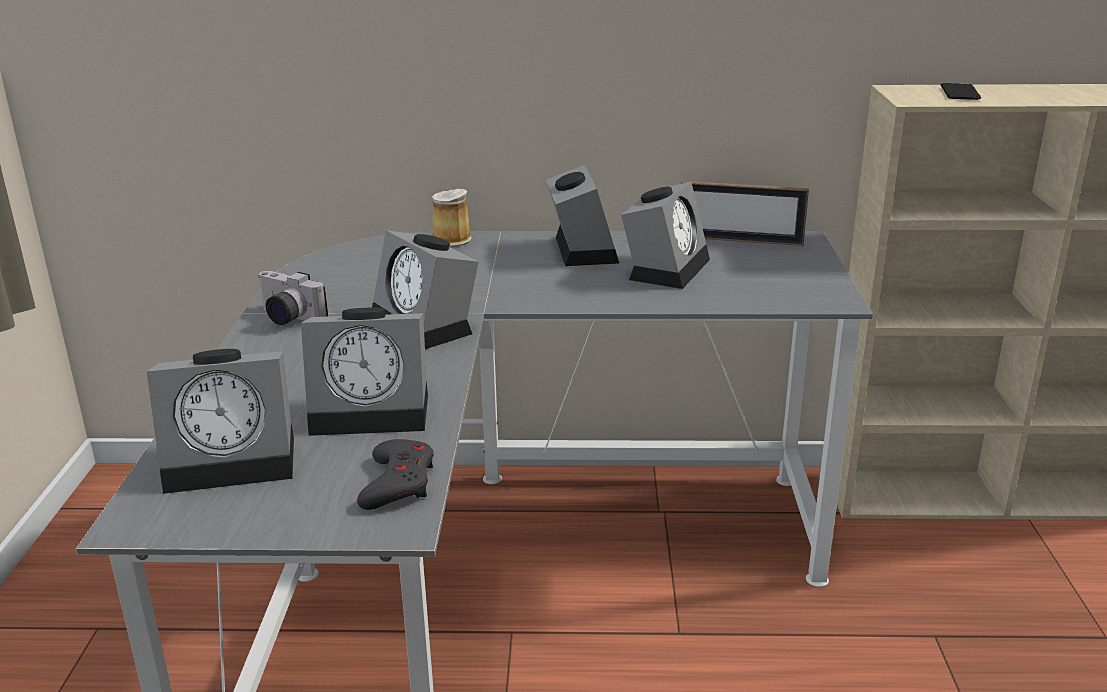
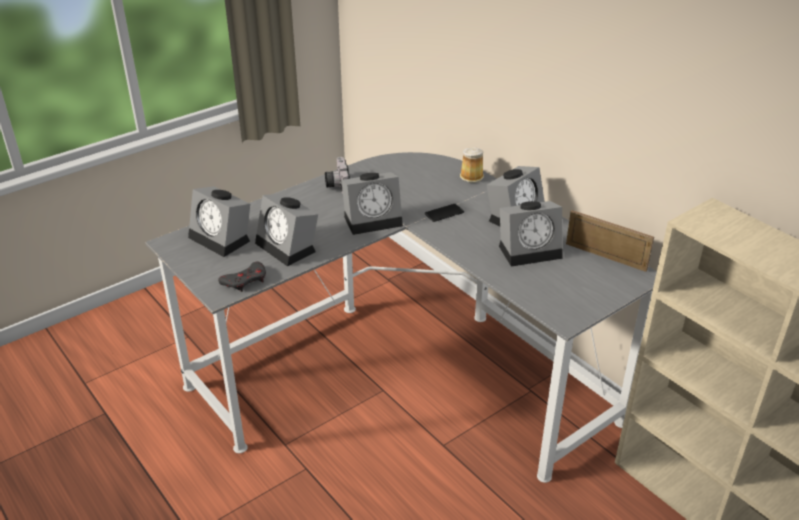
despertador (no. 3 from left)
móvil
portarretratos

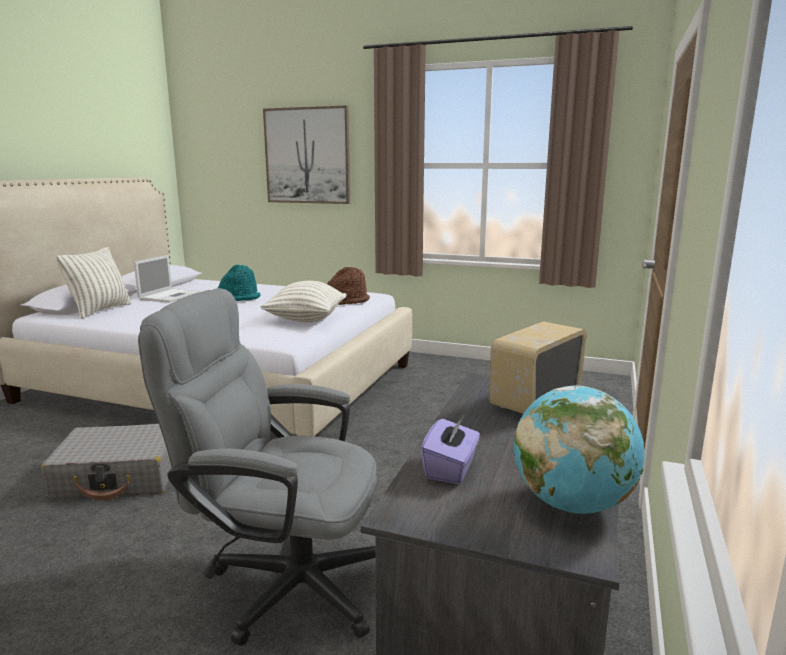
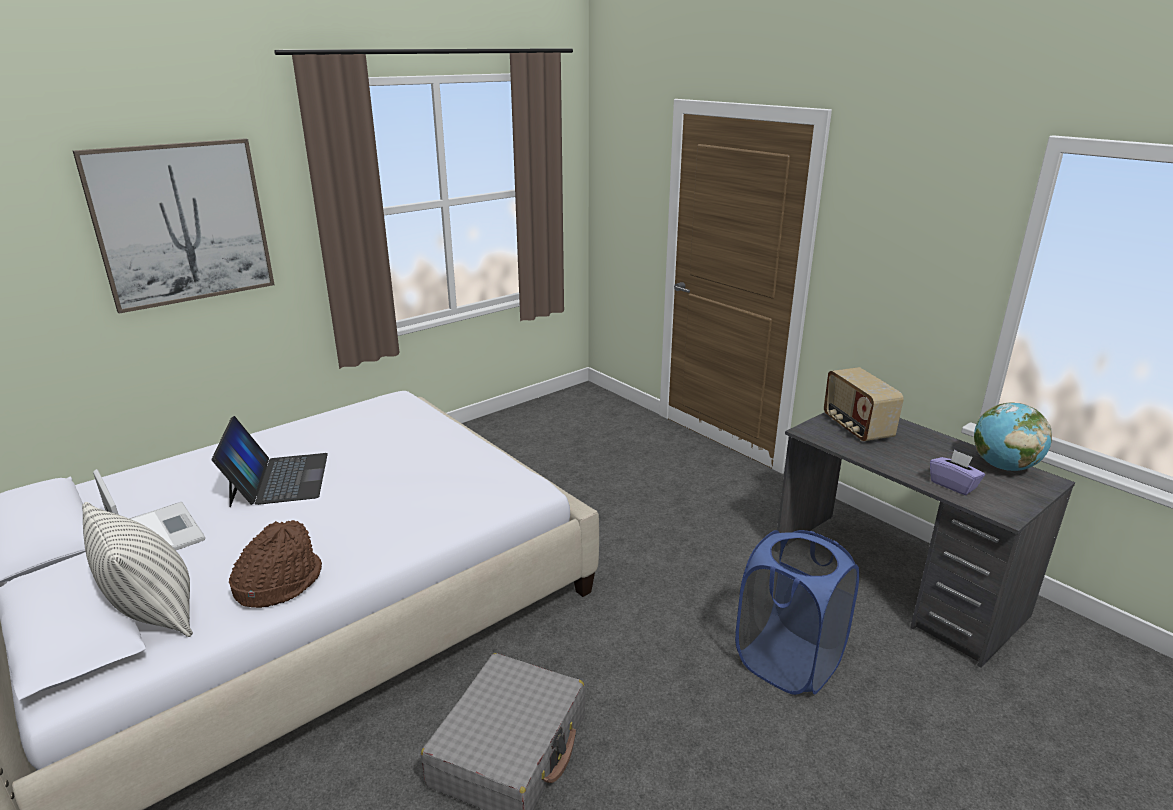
portátil (no. 2 from left)
sombrero [marrón]
cesto de la ropa [azul]
cojín (no. 2 from left in the first image)

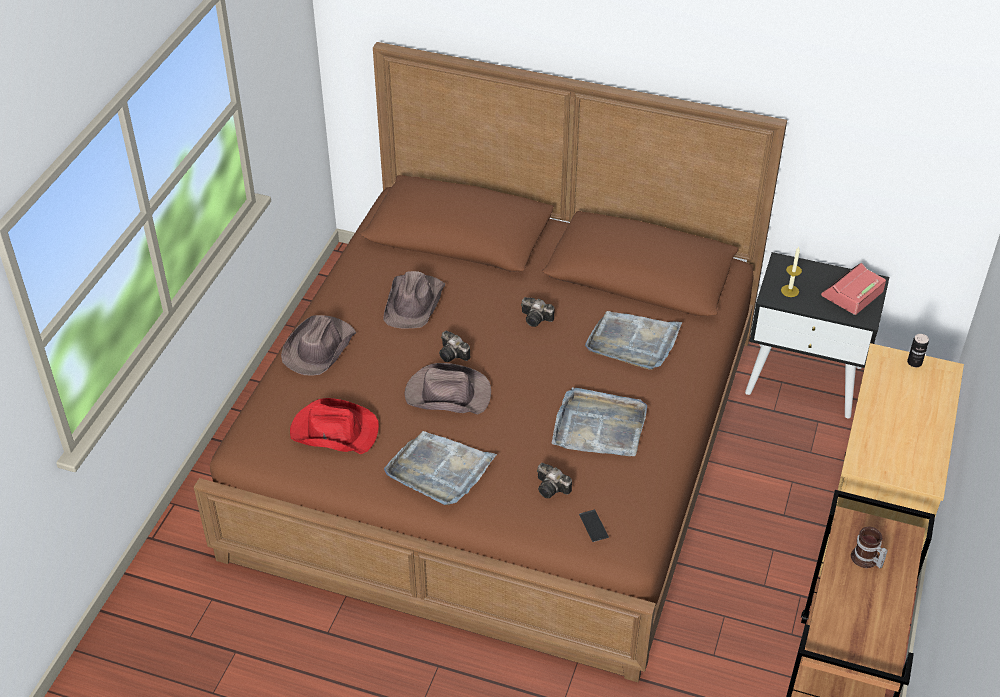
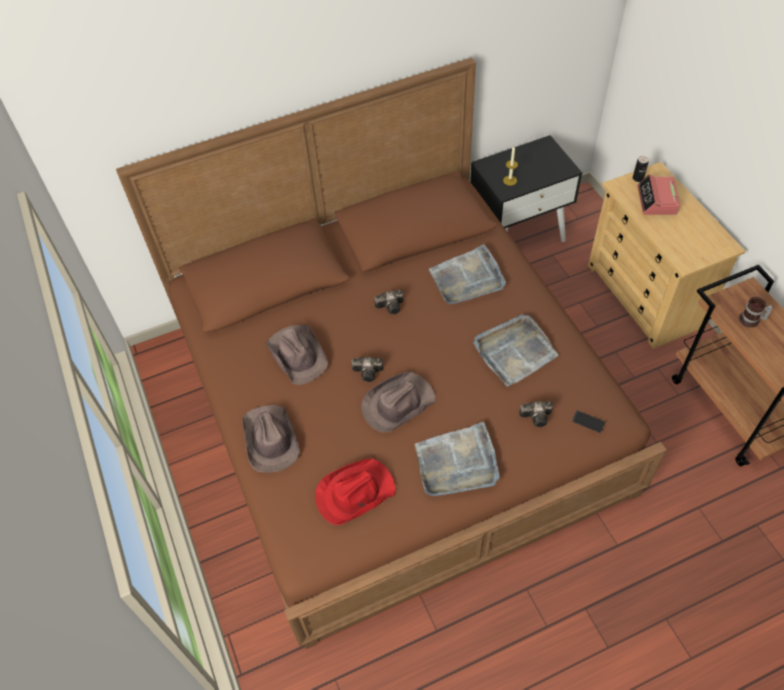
despertador

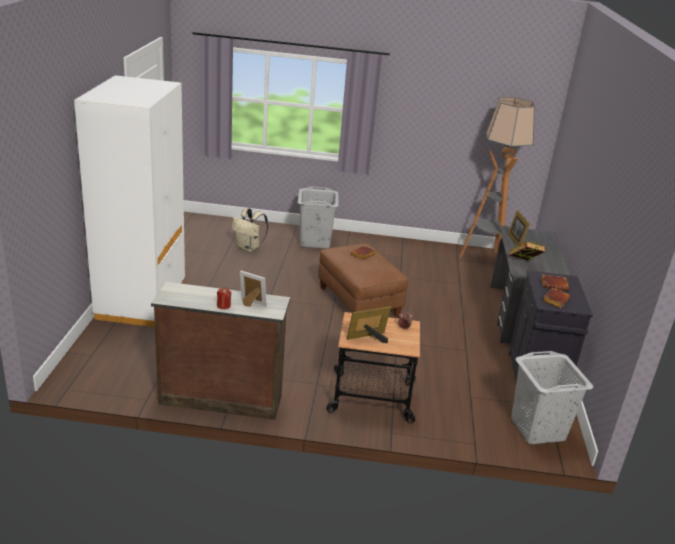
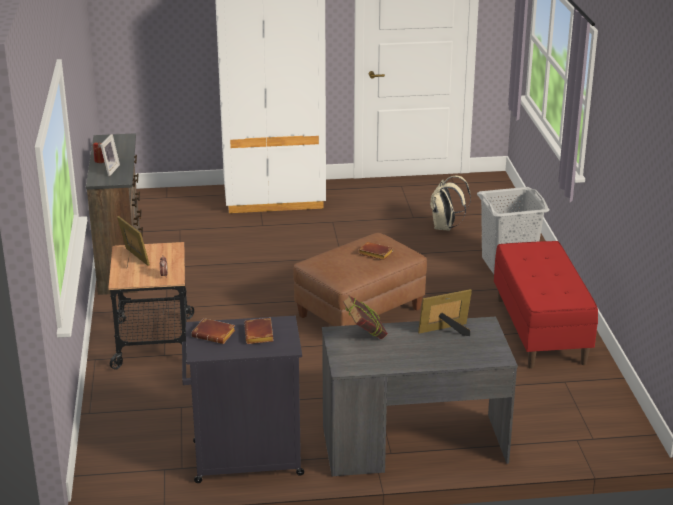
banco [rojo]
lámpara de pie
cesto de la ropa [gris] (no. 2 from left in the first image)

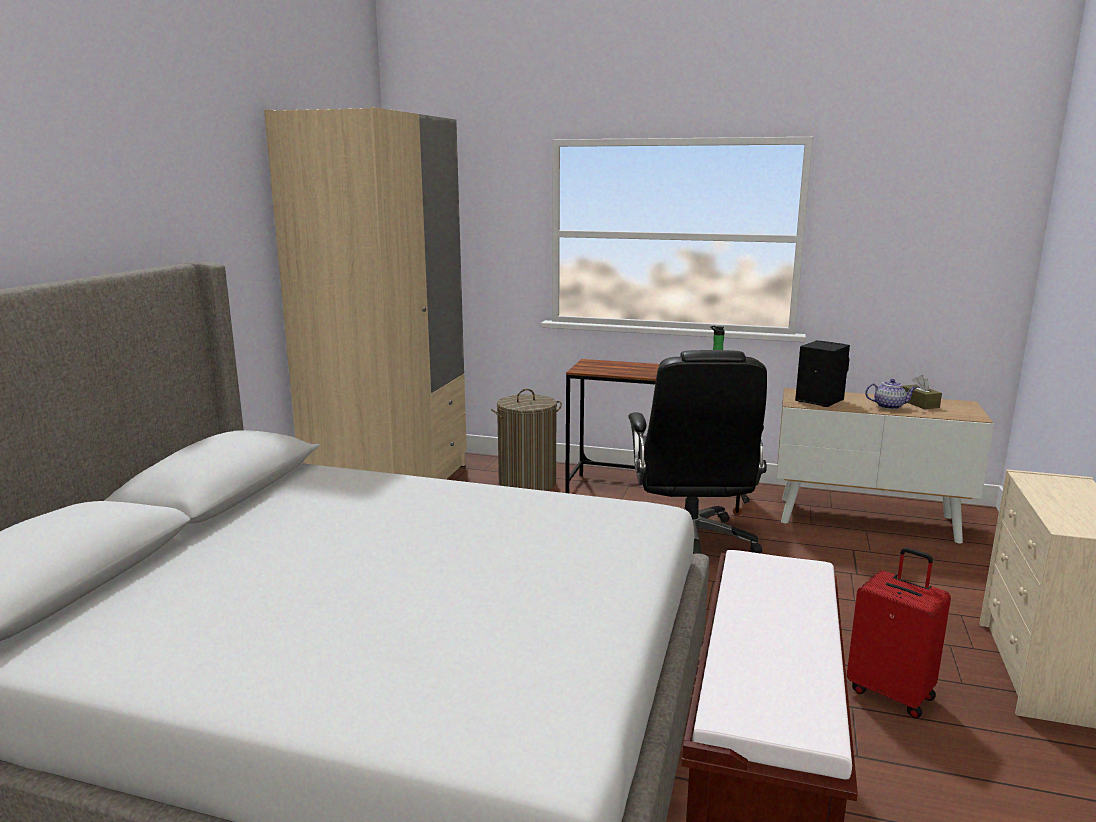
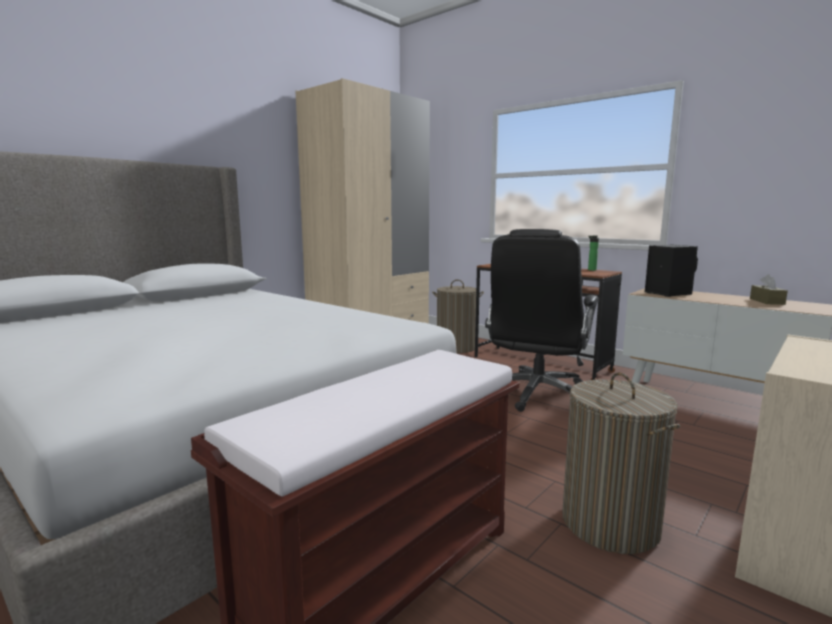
cesto de la ropa (no. 2 from left)
tetera

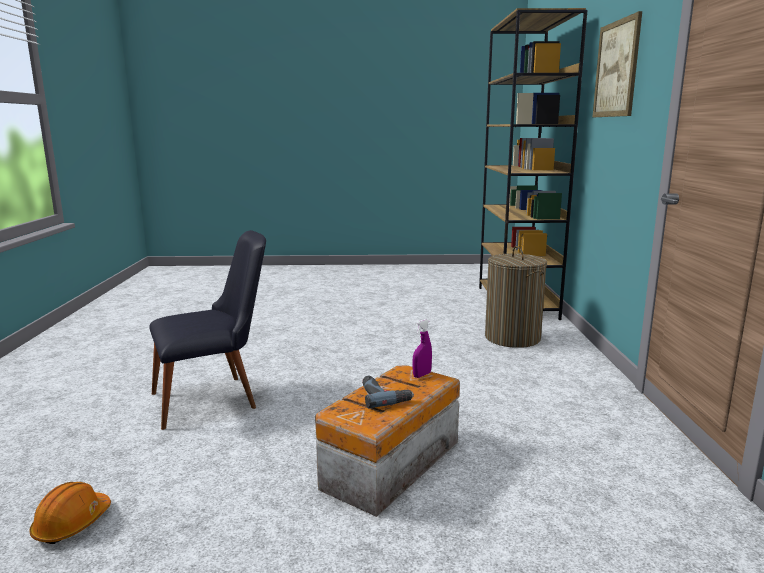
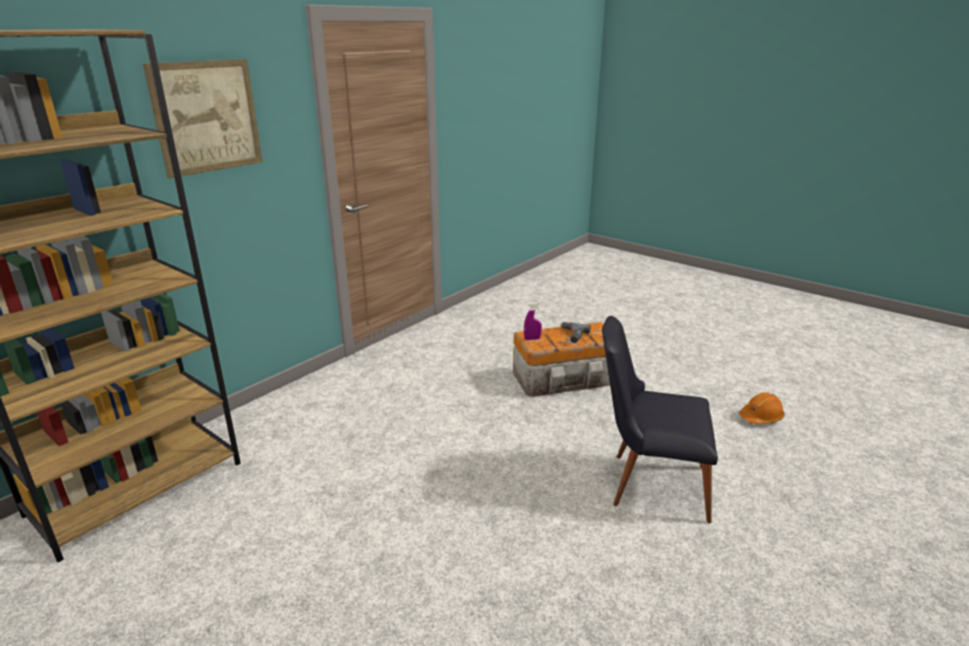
cesto de la ropa

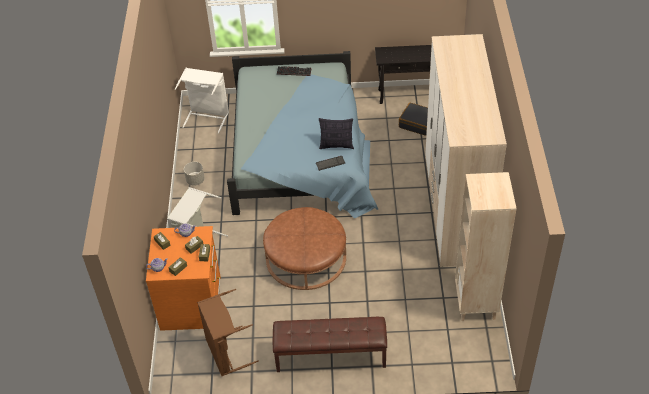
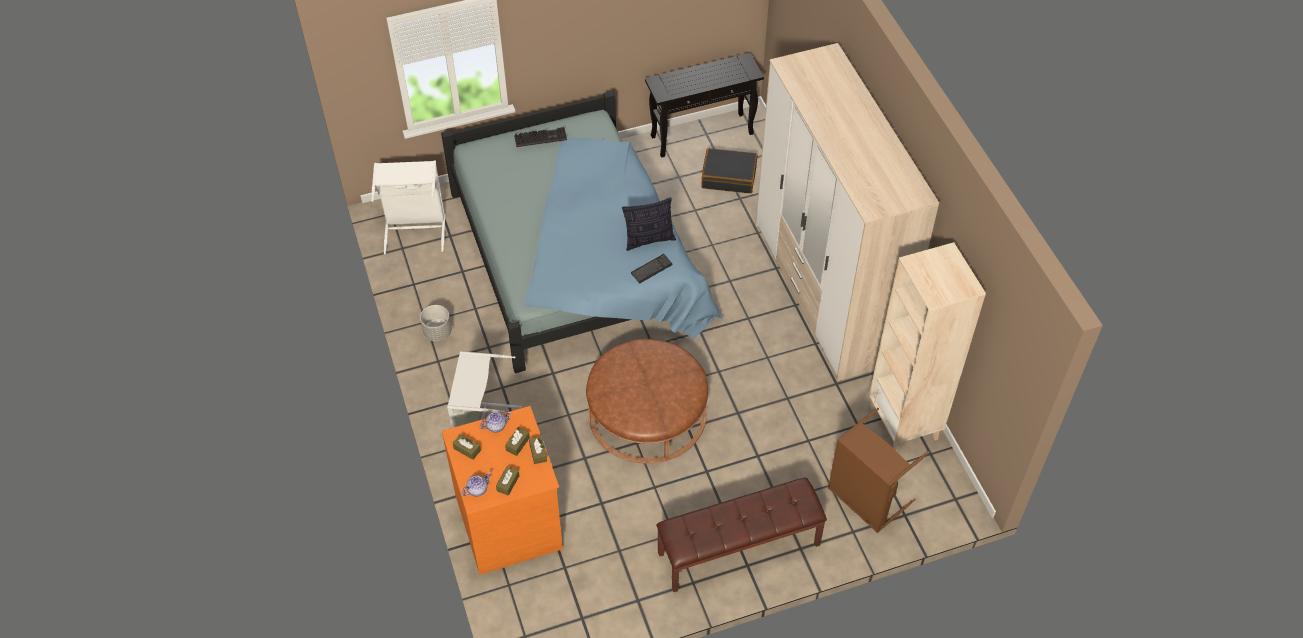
cesto de la ropa [marrón]

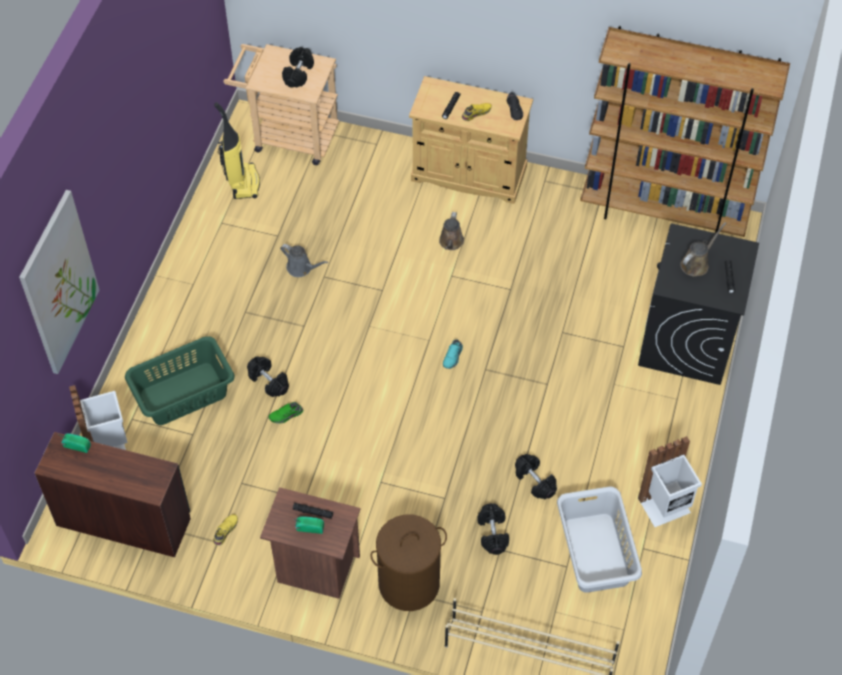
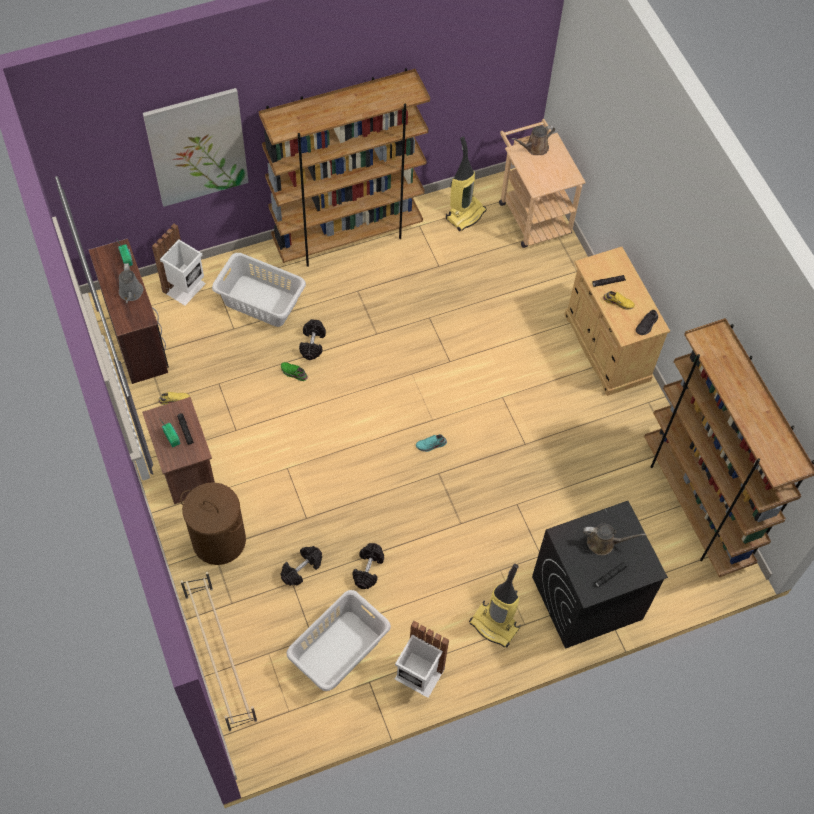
regadera [gris]
cesto de la ropa [gris] (no. 1 from left)
estantería [marrón] (no. 1 from left)
aspiradora (no. 2 from left)
regadera [marrón] (no. 1 from left)
mancuerna [negro] (no. 2 from left in the first image)

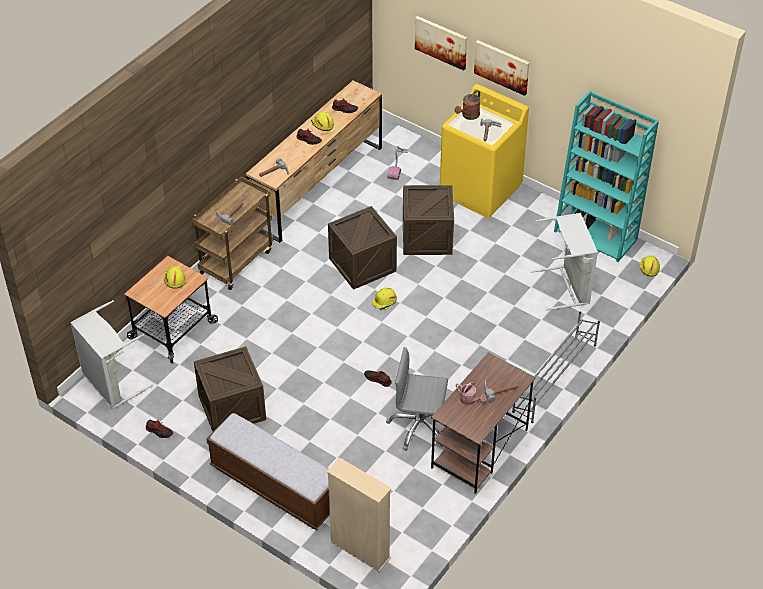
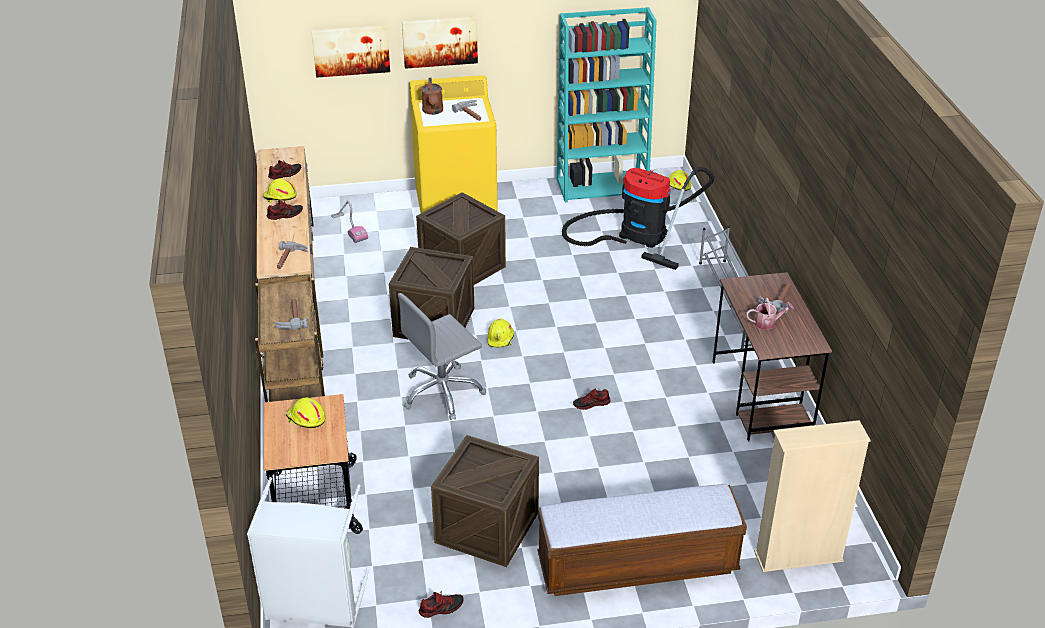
silla de oficina [gris]
aspiradora (no. 2 from left)

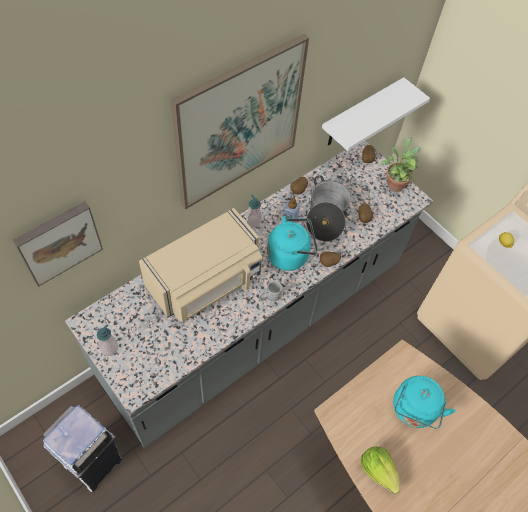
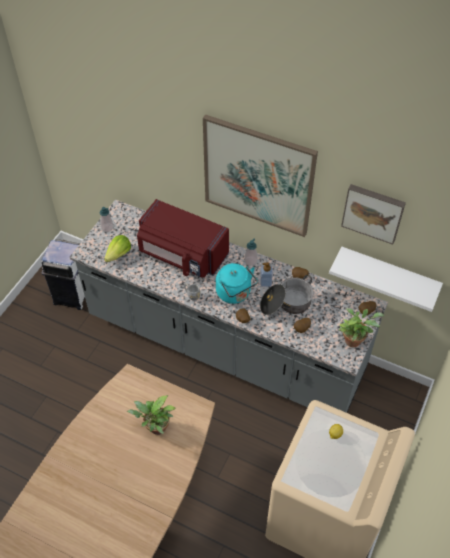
lechuga
planta en maceta (no. 1 from left)
microondas [rojo]
cuadro (no. 2 from left)

